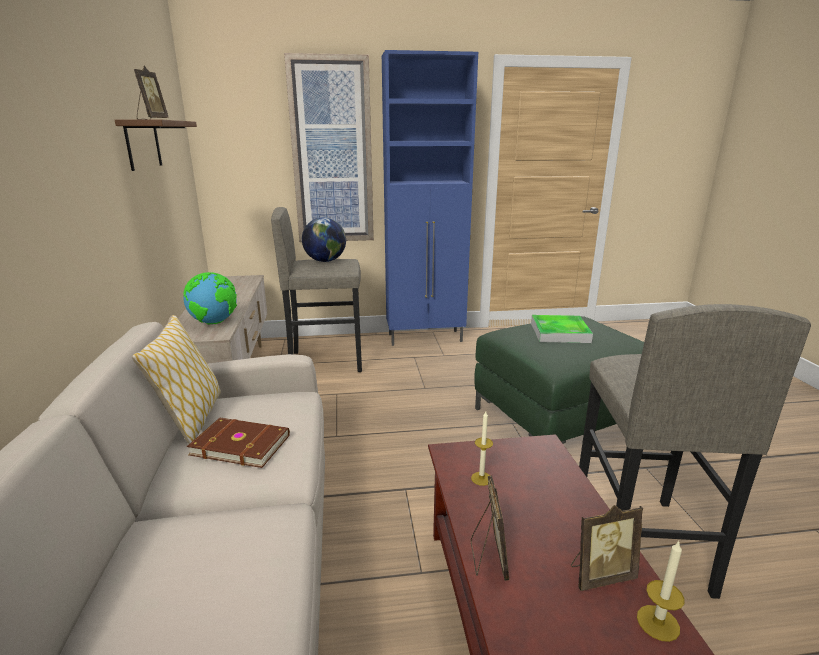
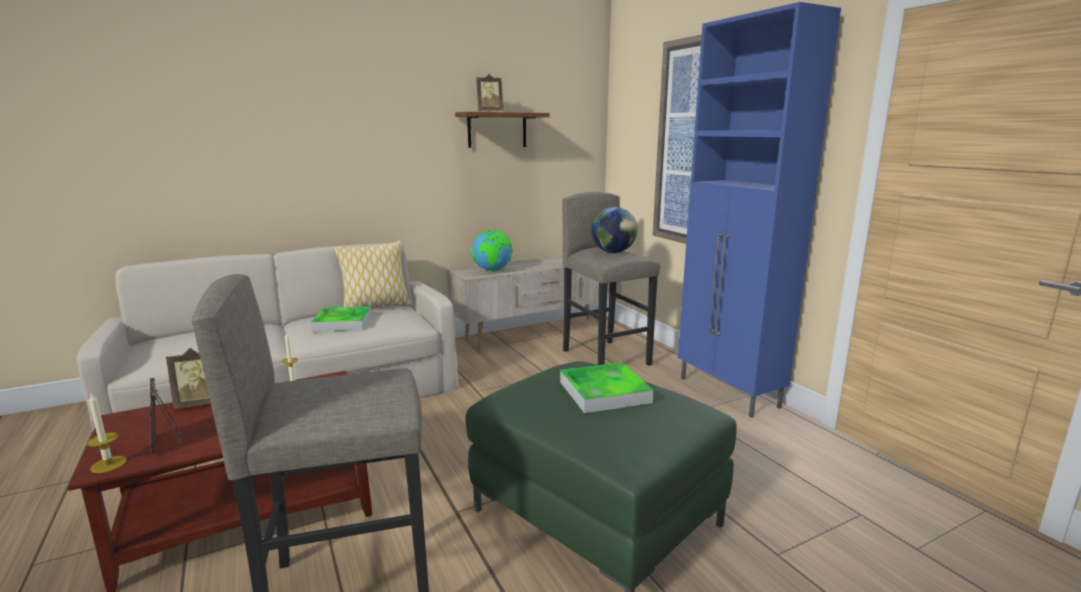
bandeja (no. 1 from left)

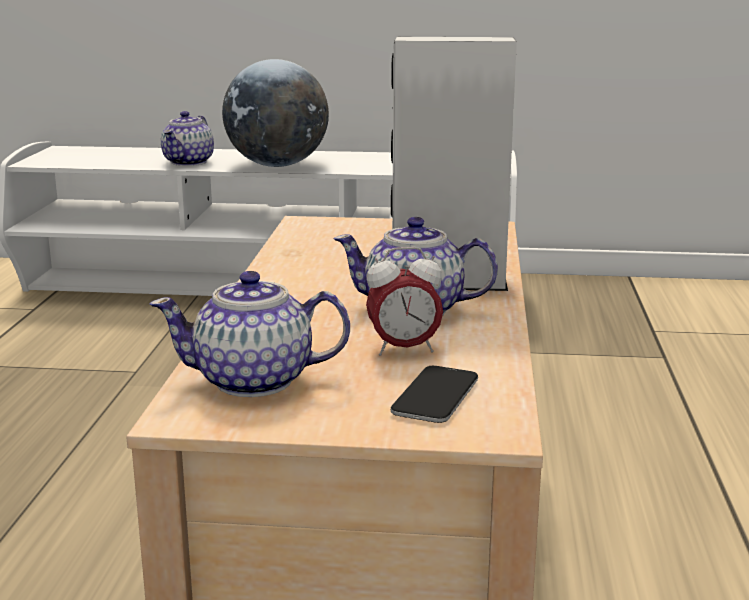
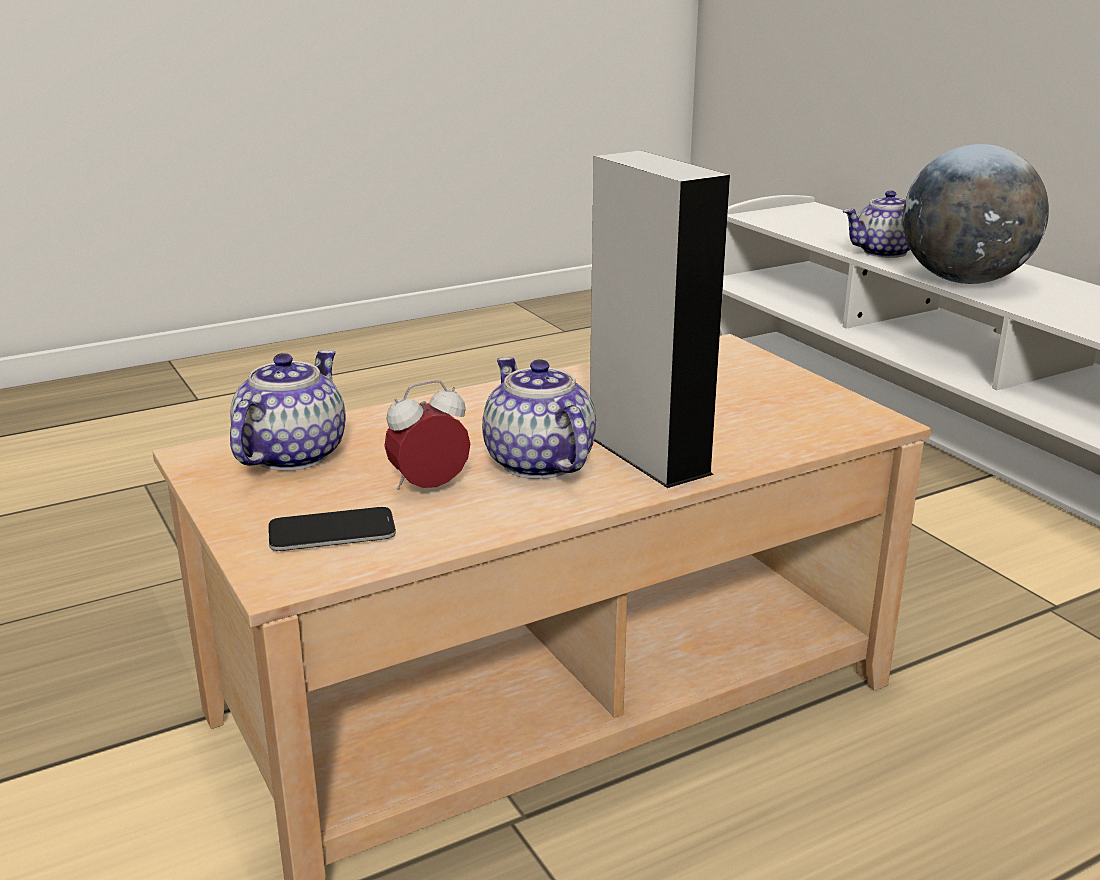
tetera (no. 1 from left)
despertador

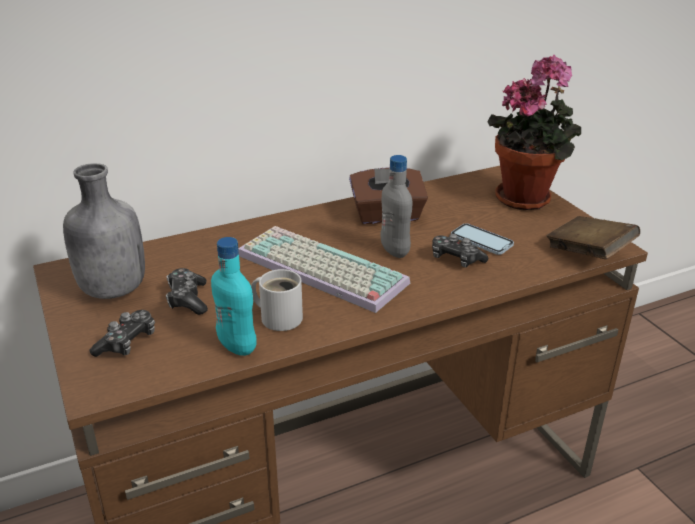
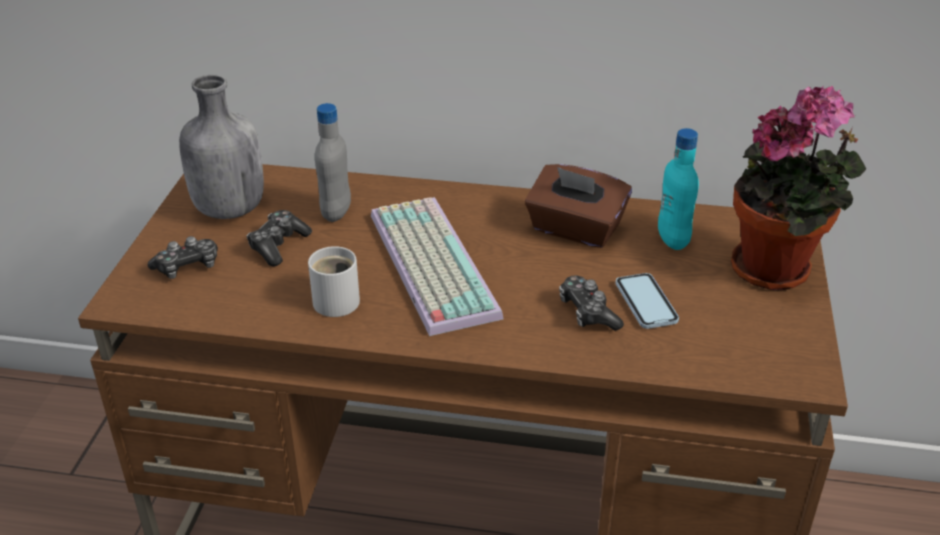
botella [gris] (no. 2 from left)
botella [turquesa]
libro [marrón]

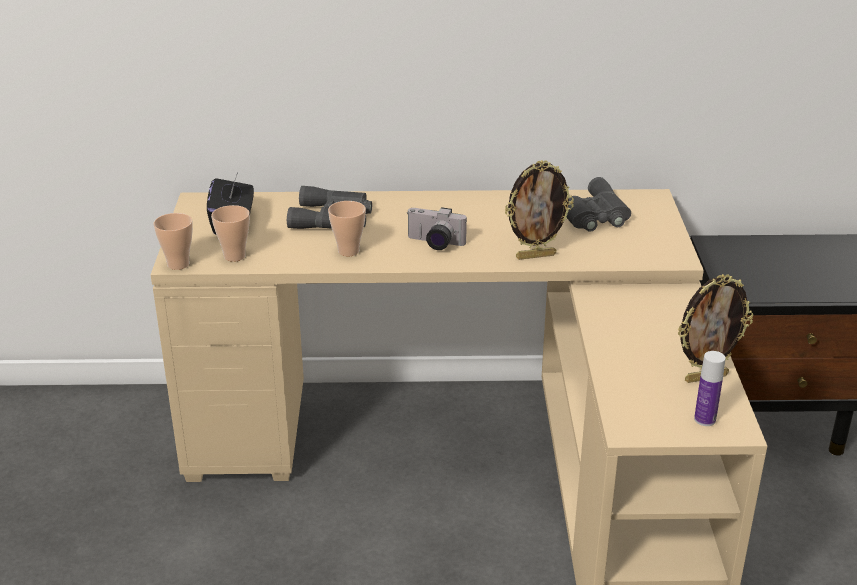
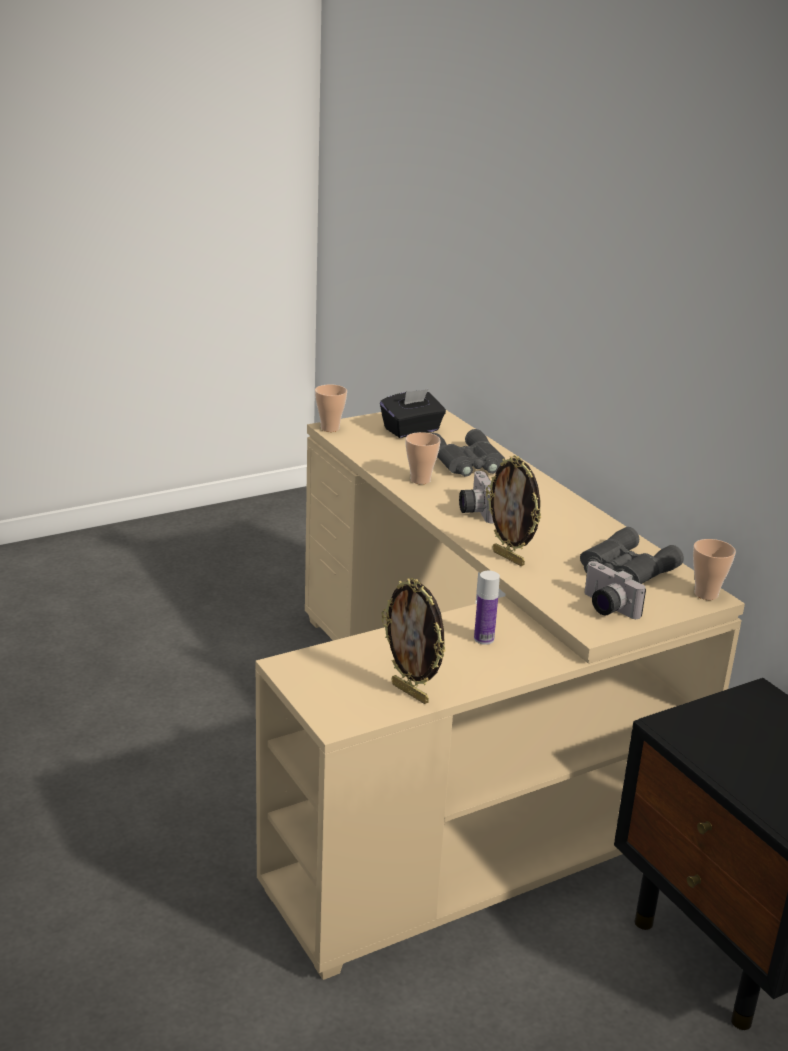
botella
cámara (no. 2 from left)
taza (no. 3 from left)

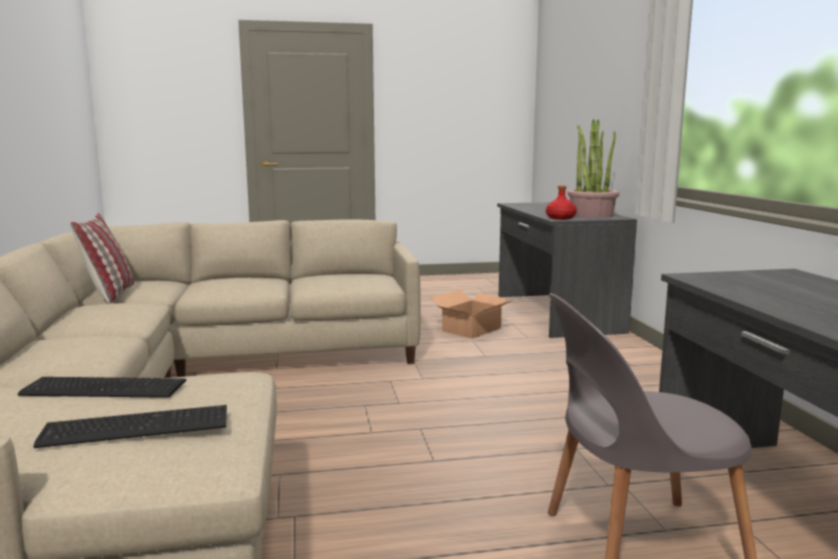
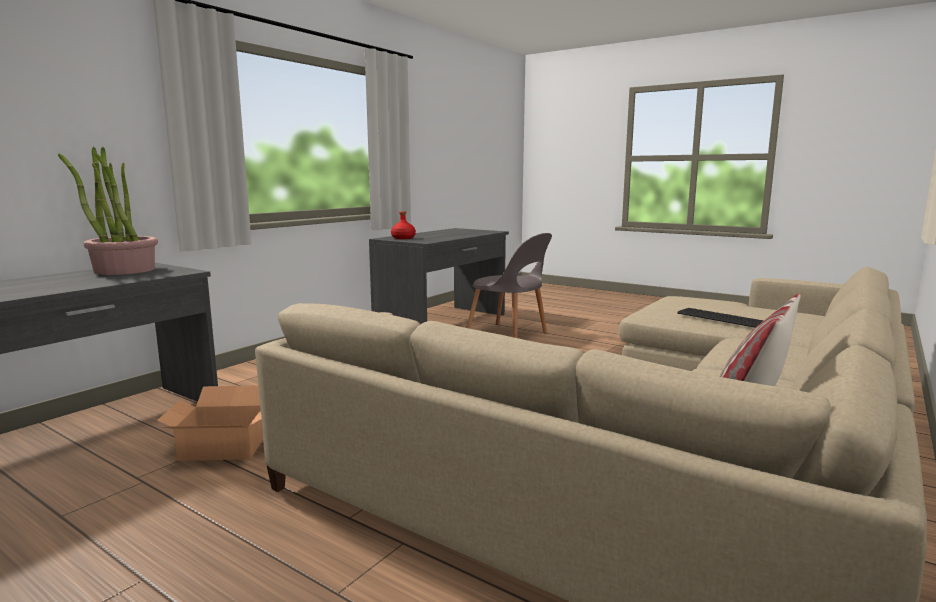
botella [rojo]
teclado (no. 2 from left in the first image)

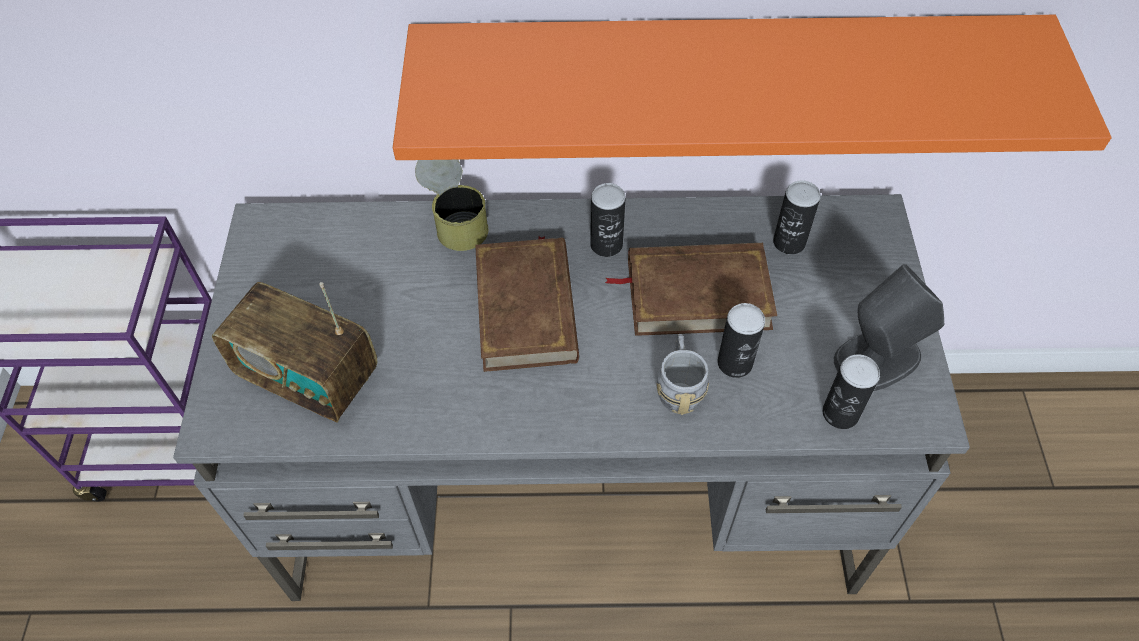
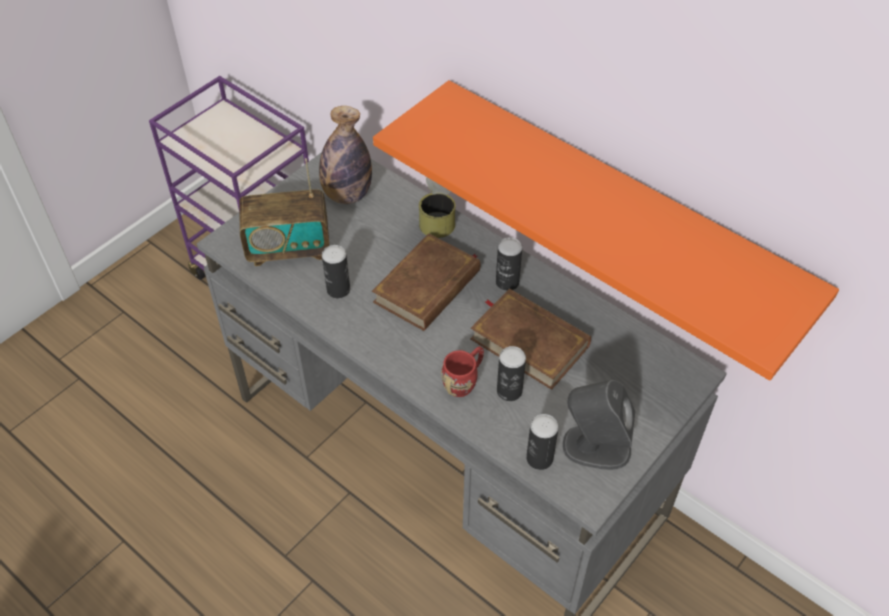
radio
botella
lata (no. 1 from left)
taza grande [rojo]

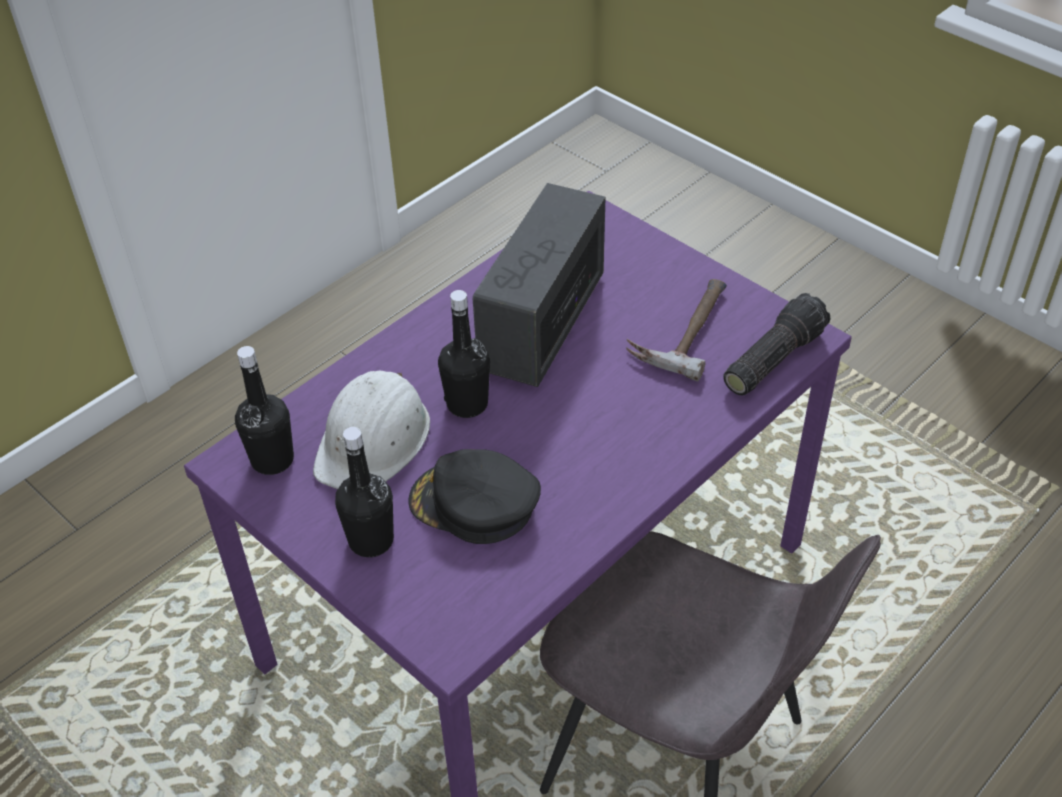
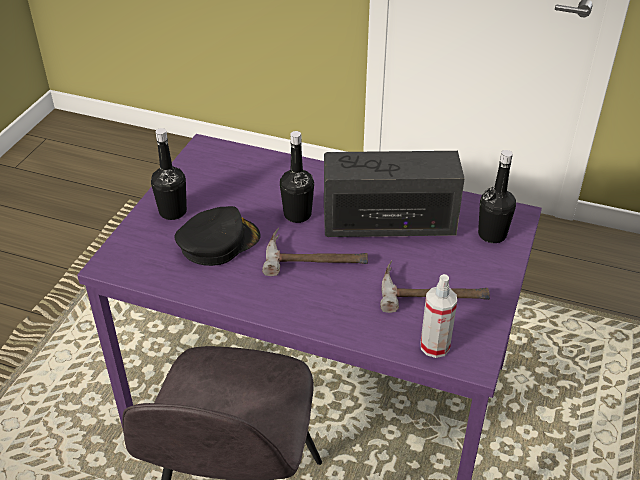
gorra [negro]
martillo (no. 1 from left)
pulverizador
botella [negro] (no. 3 from left)
casco [blanco]

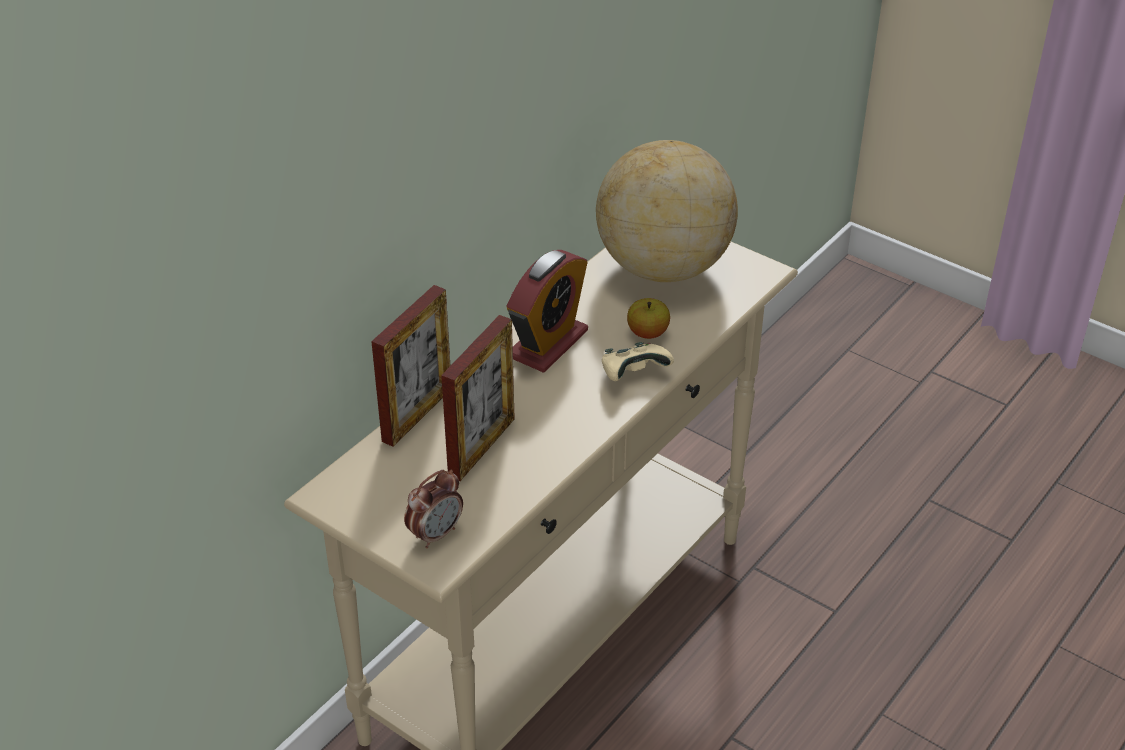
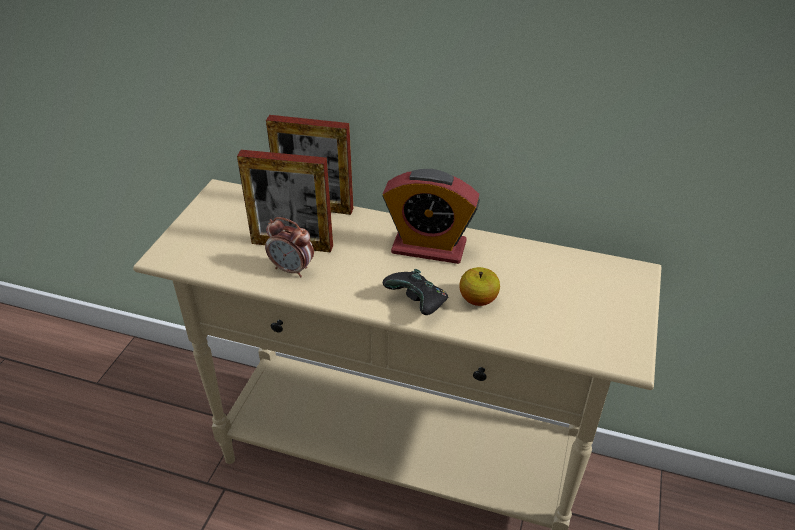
despertador (no. 1 from left)
mando de consola [negro]
globo terráqueo

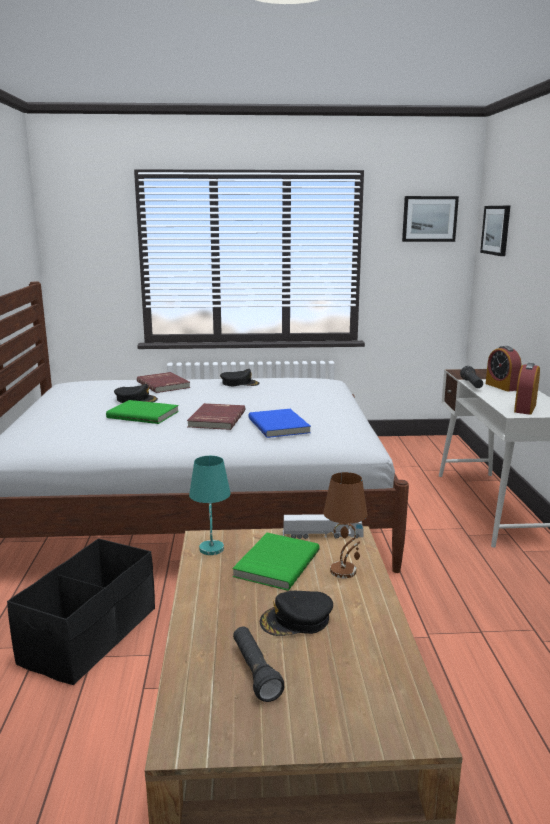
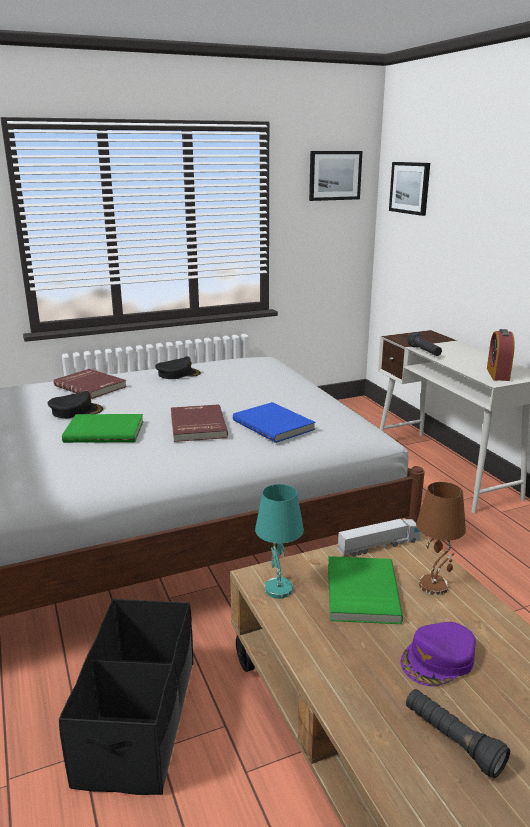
gorra [morado]
despertador (no. 1 from left in the first image)

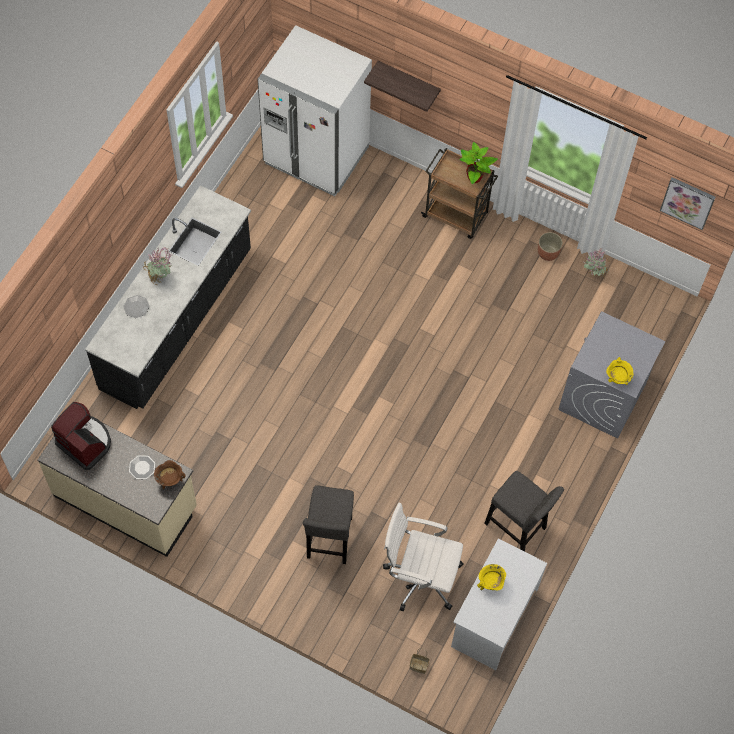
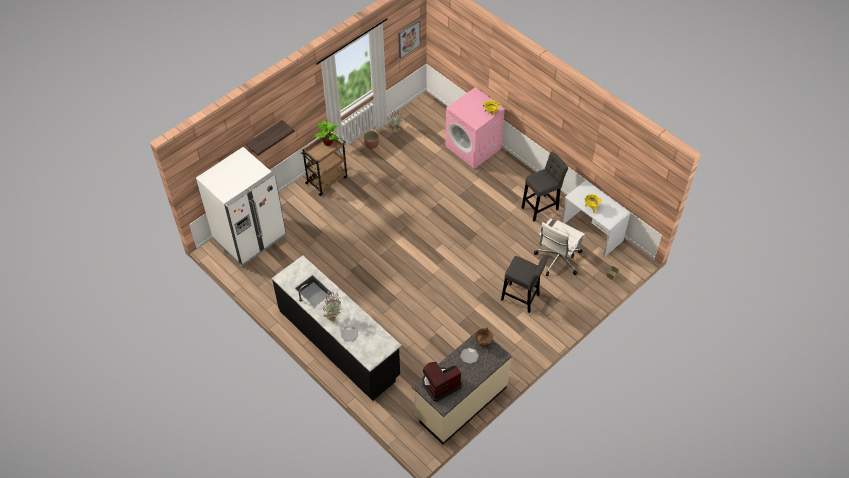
lavadora [rosa]

